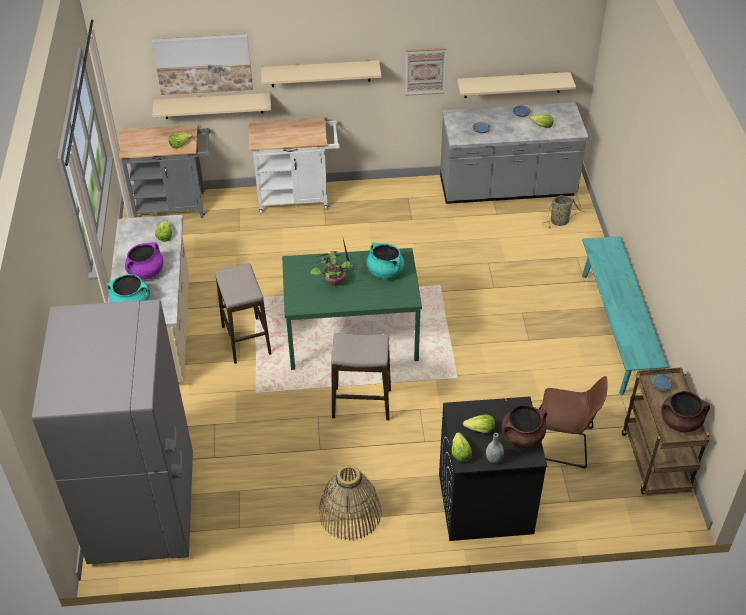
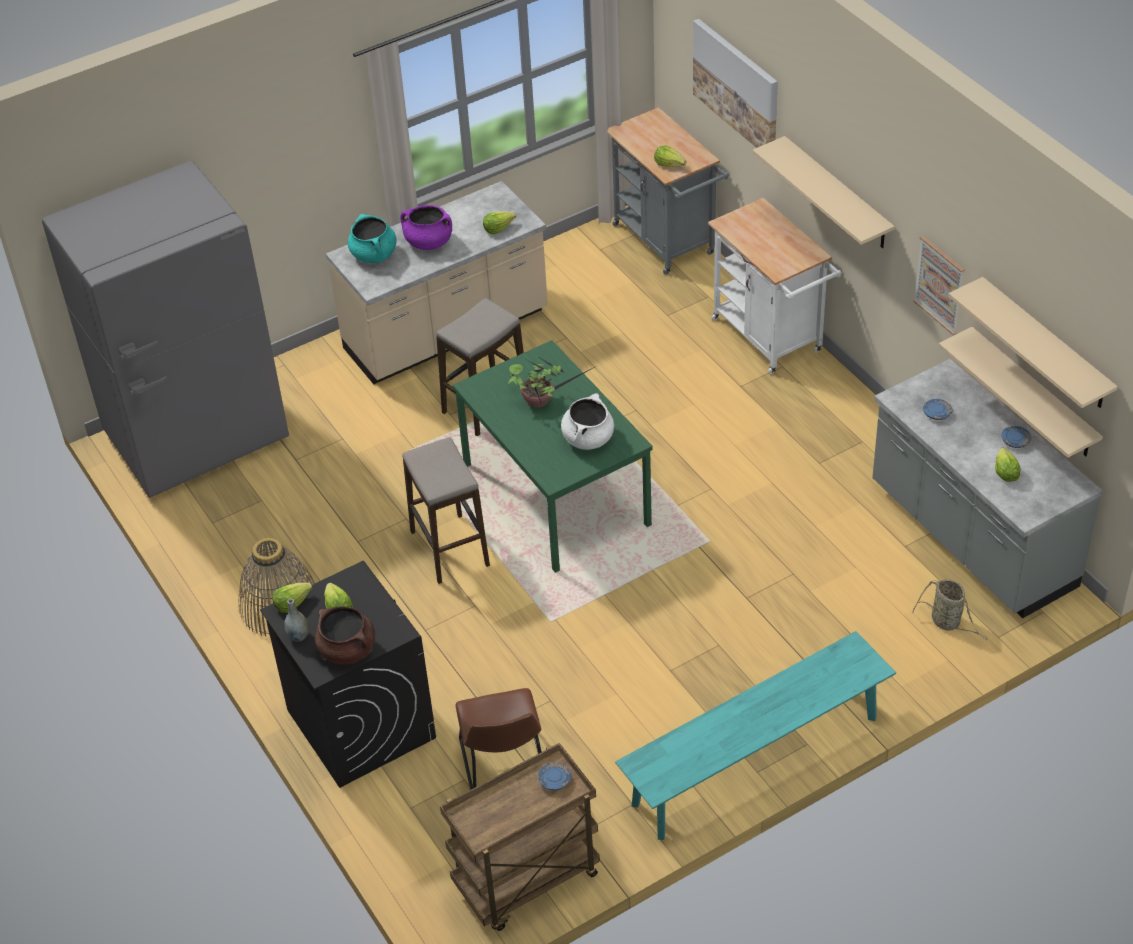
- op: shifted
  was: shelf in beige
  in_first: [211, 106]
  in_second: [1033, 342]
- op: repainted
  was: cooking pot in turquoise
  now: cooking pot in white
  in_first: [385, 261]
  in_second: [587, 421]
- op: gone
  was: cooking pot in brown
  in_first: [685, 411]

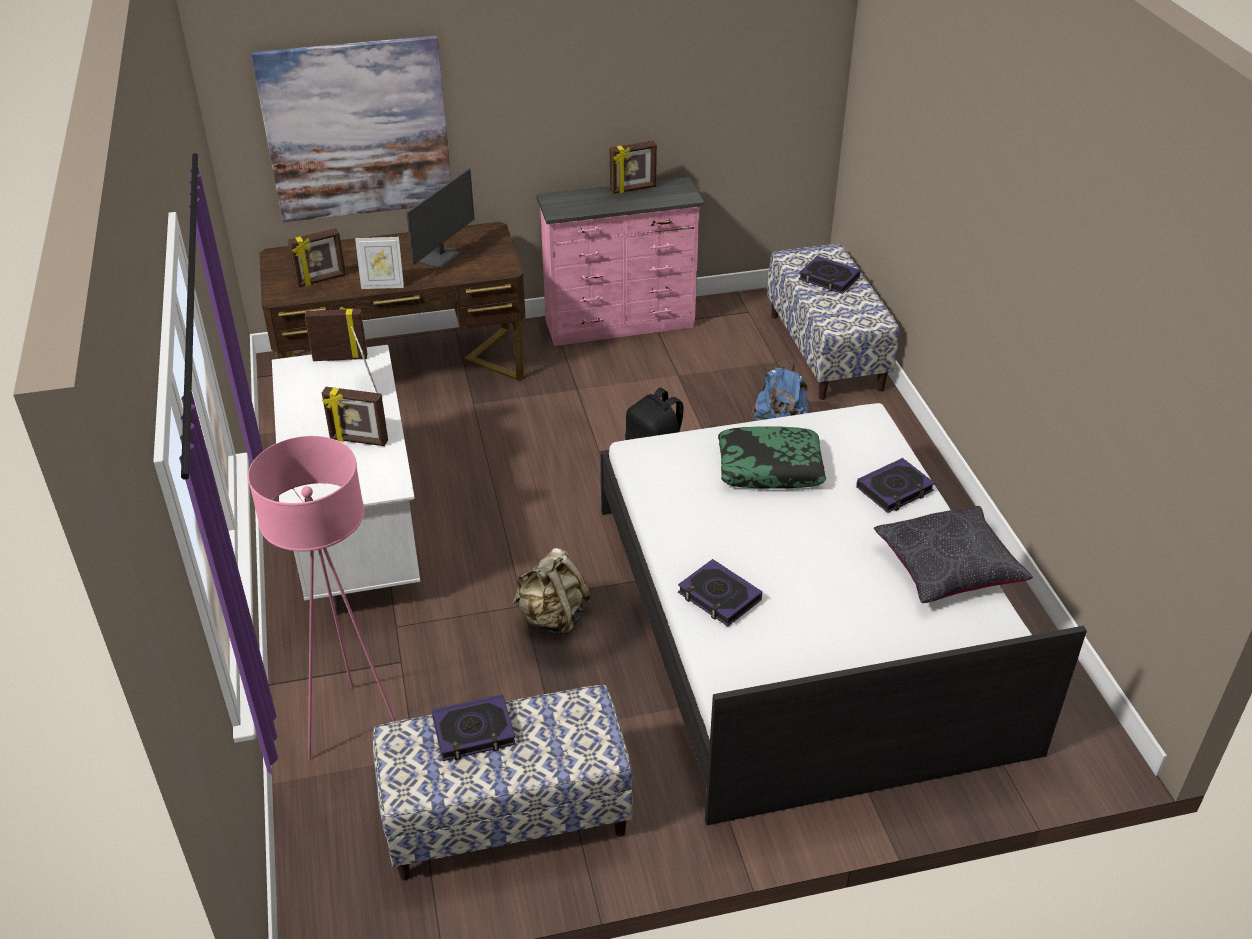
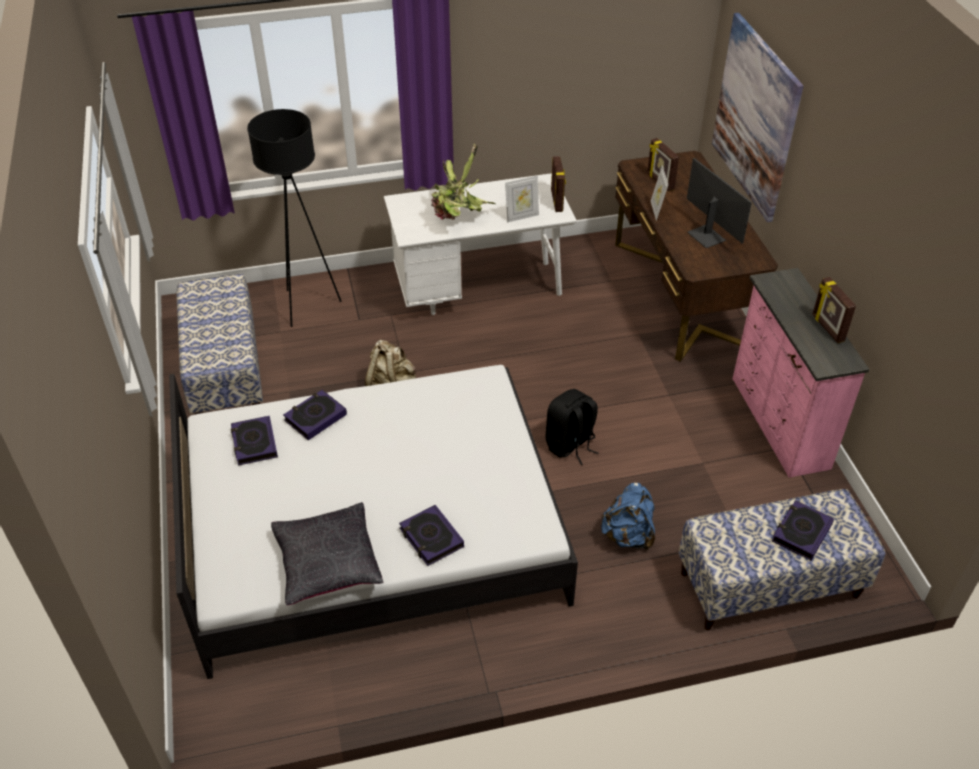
- op: rotated
  was: monitor
  in_first: [440, 219]
  in_second: [719, 203]
  clockwise: -150
- op: swapped
  was: picture frame
  now: potted plant
  in_first: [355, 416]
  in_second: [463, 181]
- op: gone
  was: pillow
  in_first: [772, 457]
- op: repainted
  was: floor lamp in pink
  now: floor lamp in black
  in_first: [322, 598]
  in_second: [294, 218]
- op: shifted
  was: book
  in_first: [474, 727]
  in_second: [254, 441]

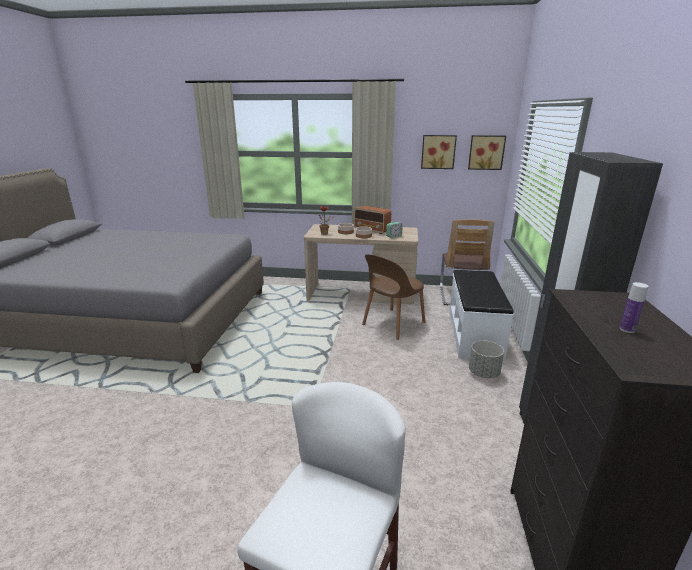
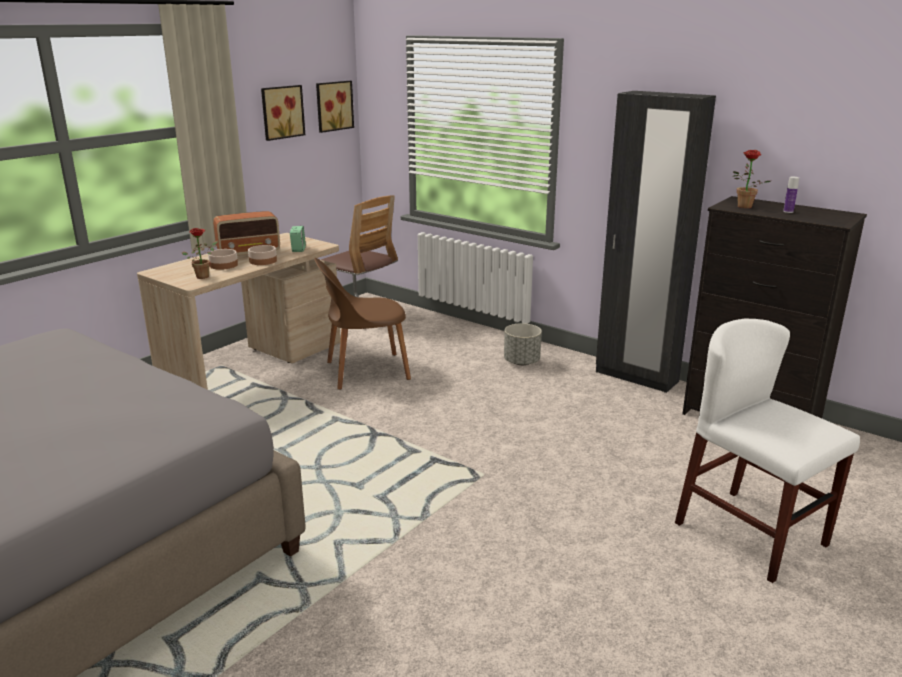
- op: rotated
  was: chair in brown
  in_first: [393, 297]
  in_second: [362, 324]
  clockwise: 90
- op: gone
  was: bench in white
  in_first: [481, 316]
- op: new
  now: potted plant
  in_second: [752, 179]

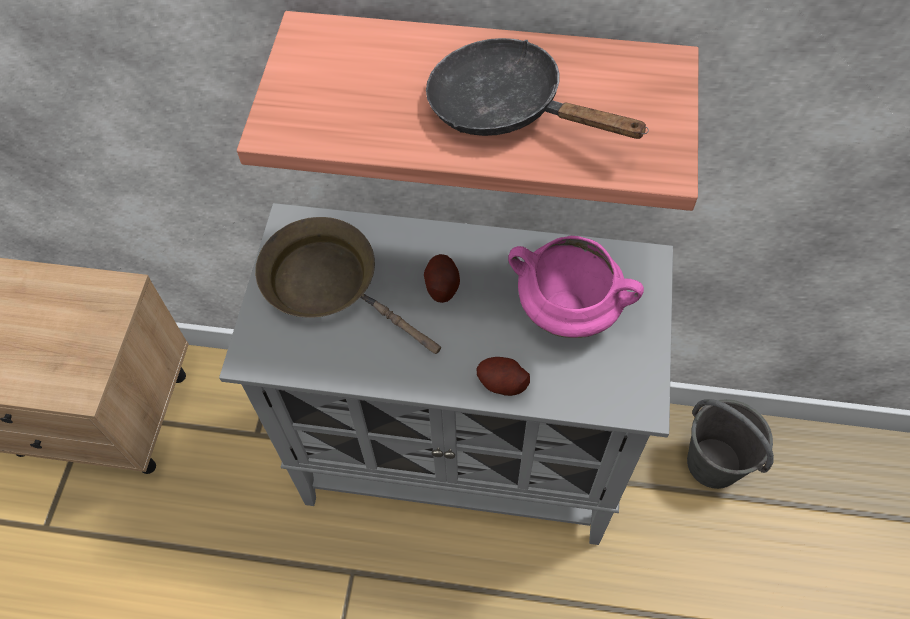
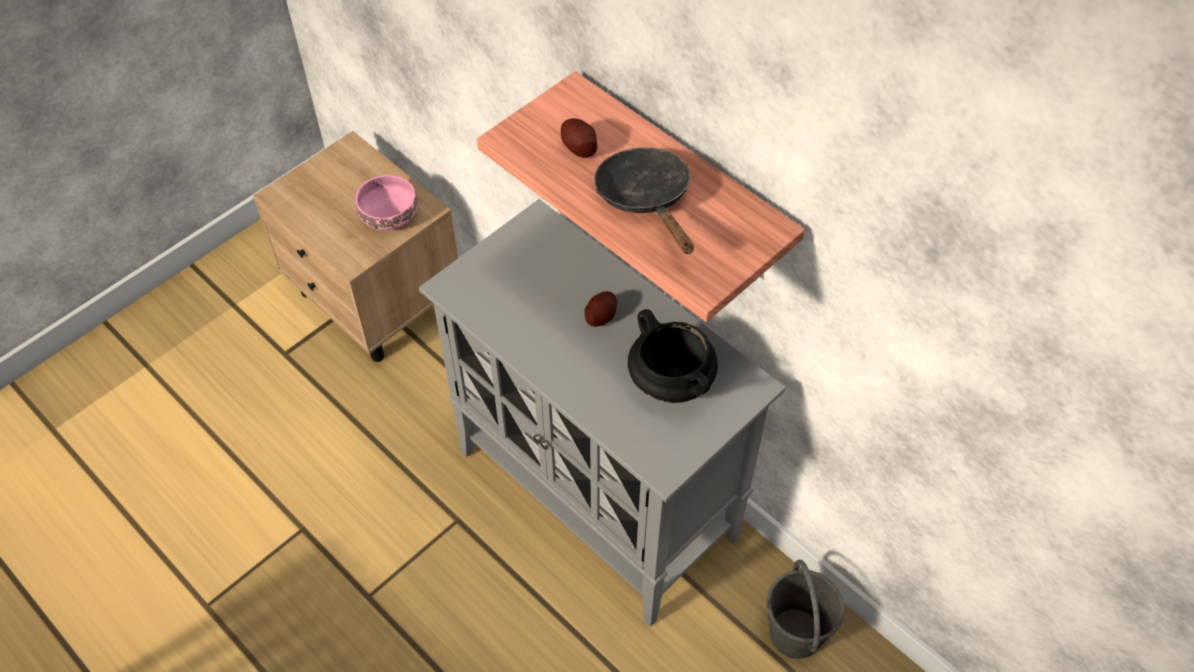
- op: gone
  was: frying pan in brown
  in_first: [348, 285]
- op: repainted
  was: cooking pot in pink
  now: cooking pot in black
  in_first: [576, 287]
  in_second: [673, 356]
- op: shifted
  was: potato
  in_first: [503, 376]
  in_second: [579, 138]
- op: new
  now: bowl in pink
  in_second: [387, 202]

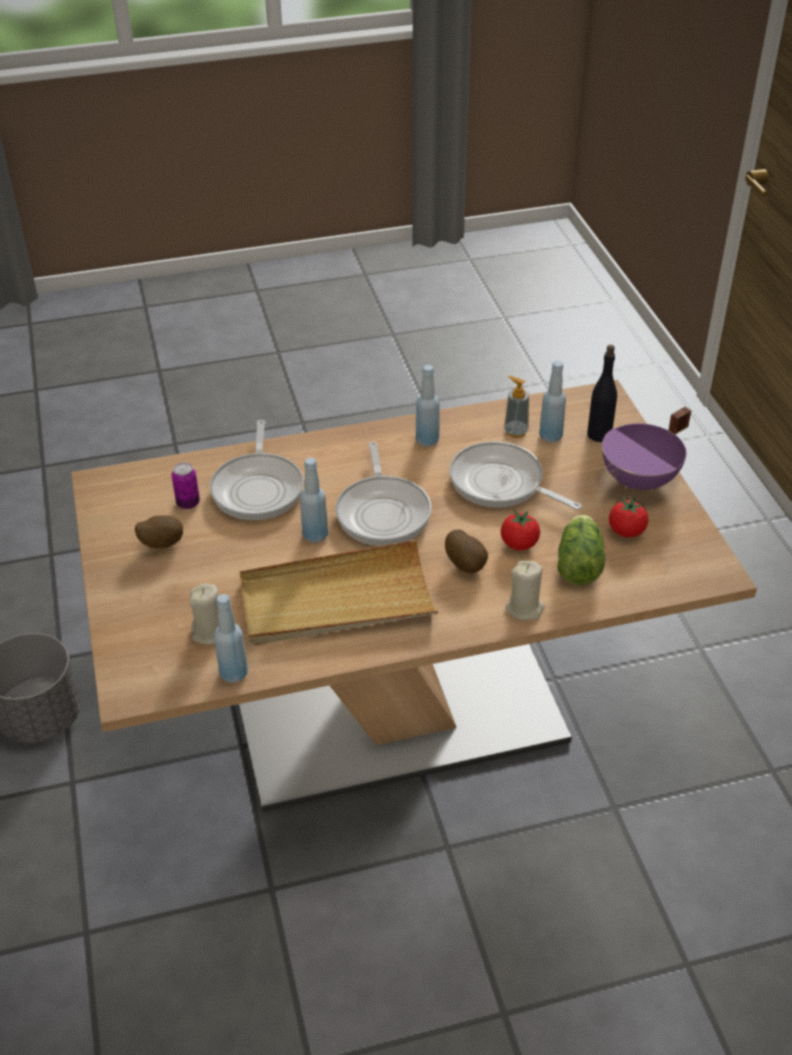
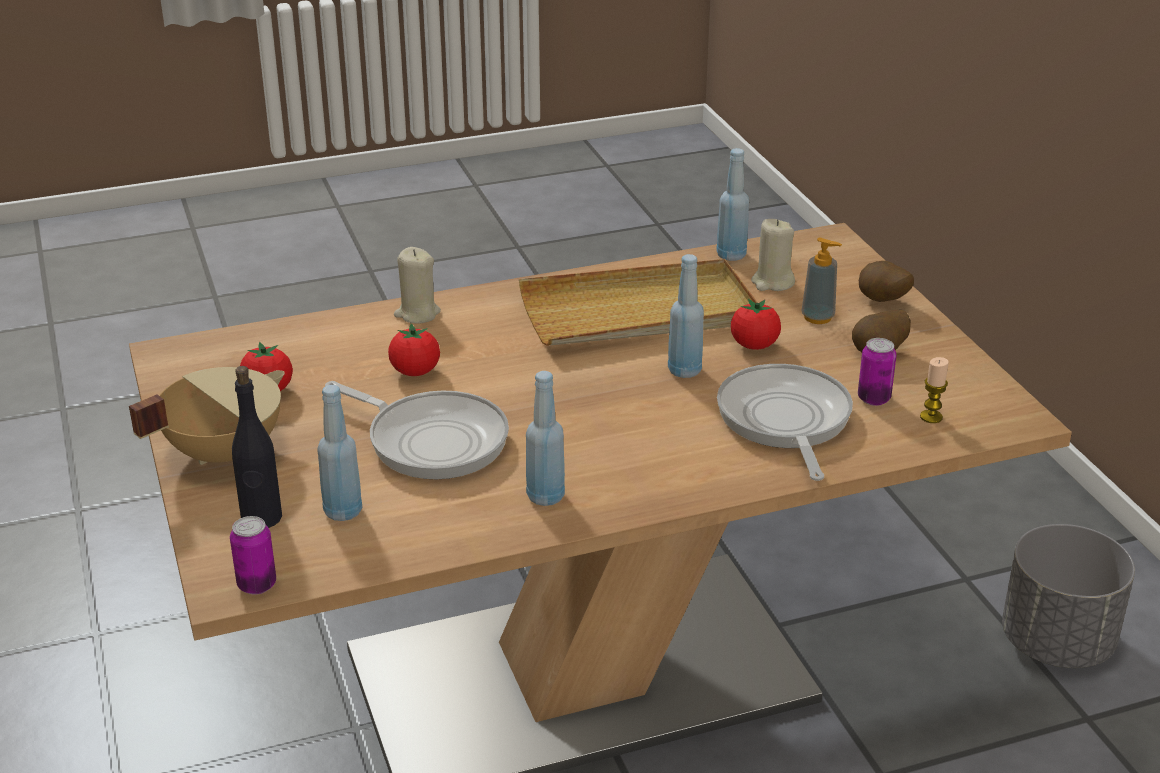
- op: shifted
  was: soap dispenser
  in_first: [516, 407]
  in_second: [821, 280]
- op: repainted
  was: cooking pot in purple
  now: cooking pot in beige
  in_first: [646, 449]
  in_second: [207, 416]
- op: gone
  was: frying pan
  in_first: [383, 494]
- op: gone
  was: lettuce
  in_first: [581, 550]
- op: shifted
  was: potato
  in_first: [466, 551]
  in_second: [886, 281]
- op: new
  now: tomato
  in_second: [756, 324]
- op: new
  now: candle
  in_second: [934, 390]
- op: new
  now: can
  in_second: [253, 555]

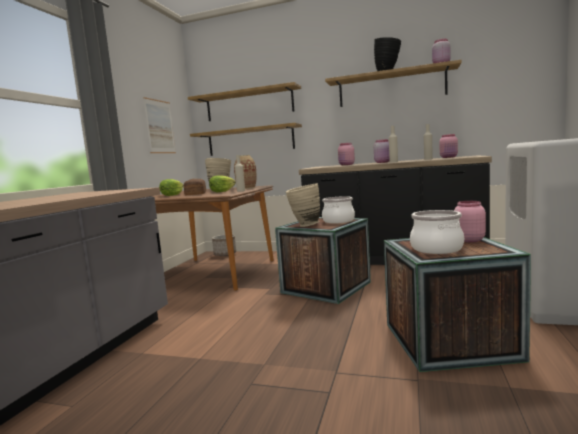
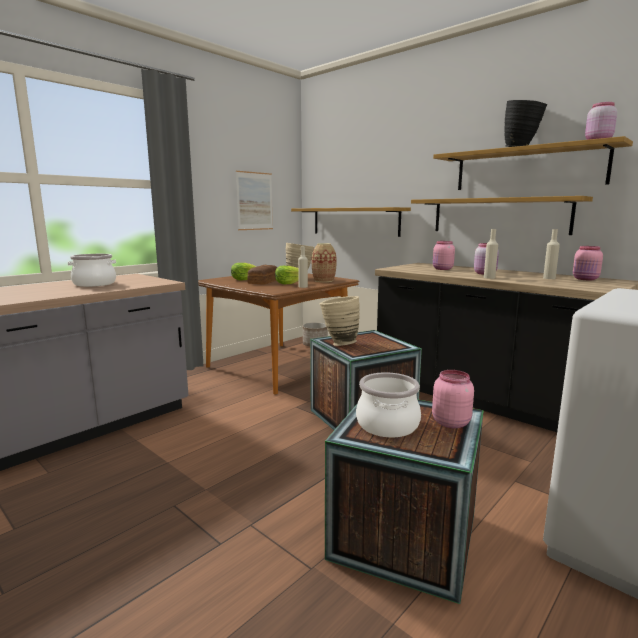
- op: shifted
  was: shelf
  in_first: [244, 101]
  in_second: [502, 215]
- op: shifted
  was: cooking pot
  in_first: [338, 210]
  in_second: [92, 270]

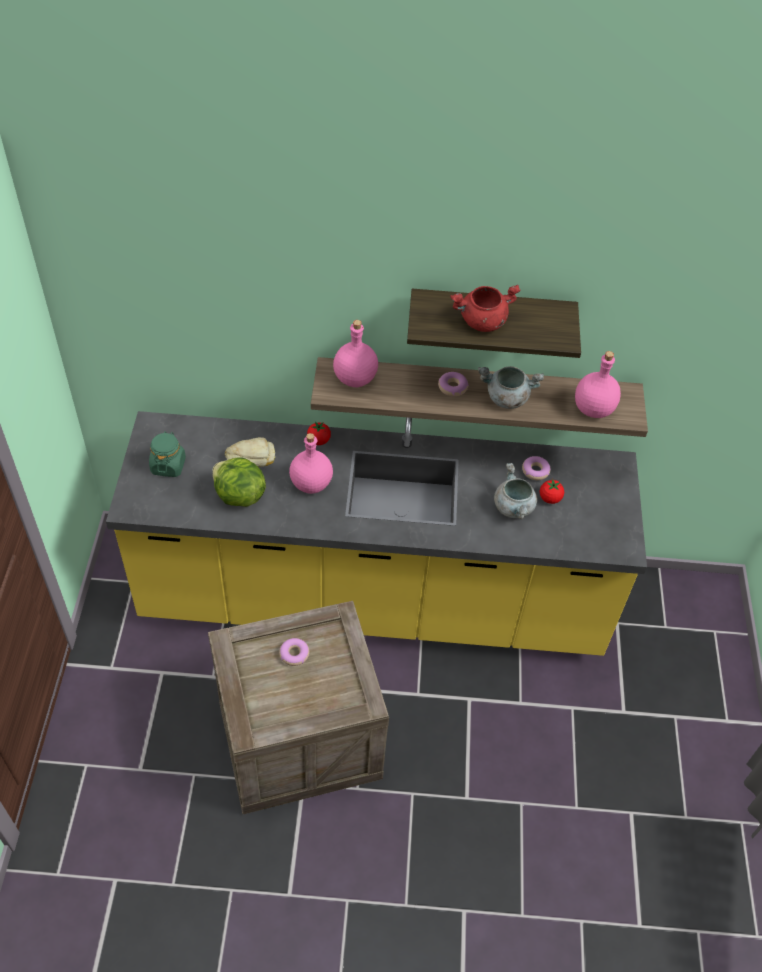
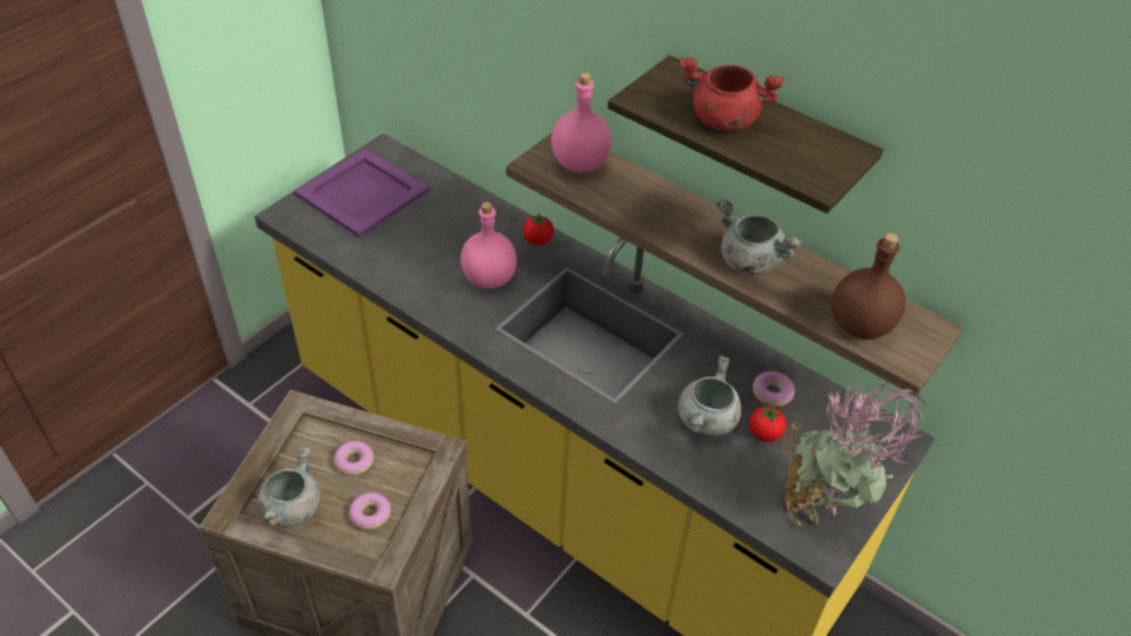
- op: repainted
  was: bottle in pink
  now: bottle in brown
  in_first: [598, 384]
  in_second: [868, 286]
- op: shifted
  was: donut
  in_first: [453, 384]
  in_second: [370, 511]
- op: swapped
  was: jar in green
  now: tray in purple
  in_first: [167, 454]
  in_second: [362, 193]
- op: gone
  was: bread
  in_first: [250, 452]
- op: gone
  was: lettuce
  in_first: [239, 482]
- op: new
  now: potted plant
  in_second: [854, 452]
- op: new
  now: cooking pot in grey
  in_second: [289, 486]

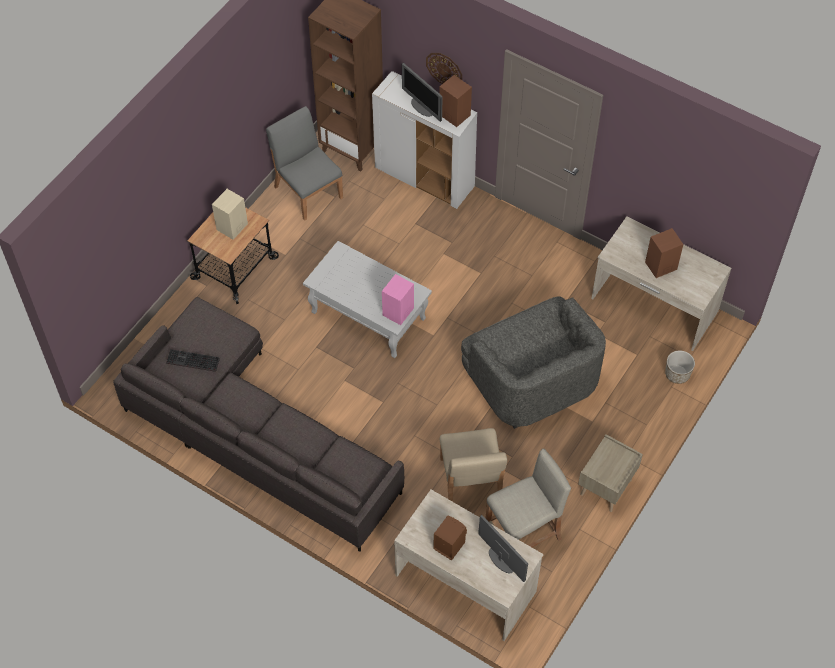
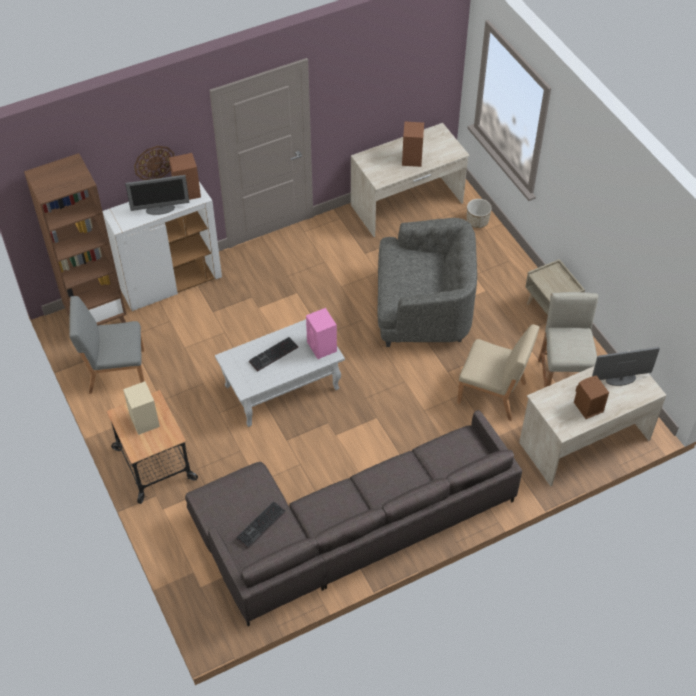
- op: new
  now: keyboard
  in_second: [273, 354]

